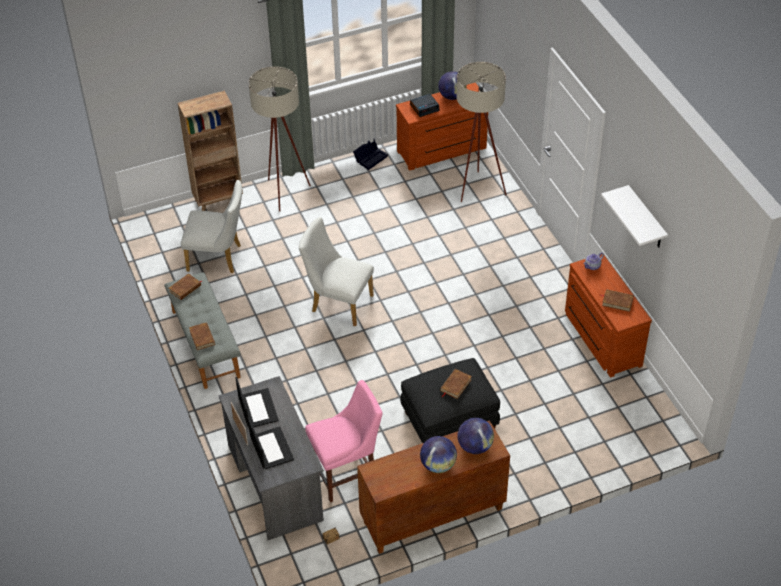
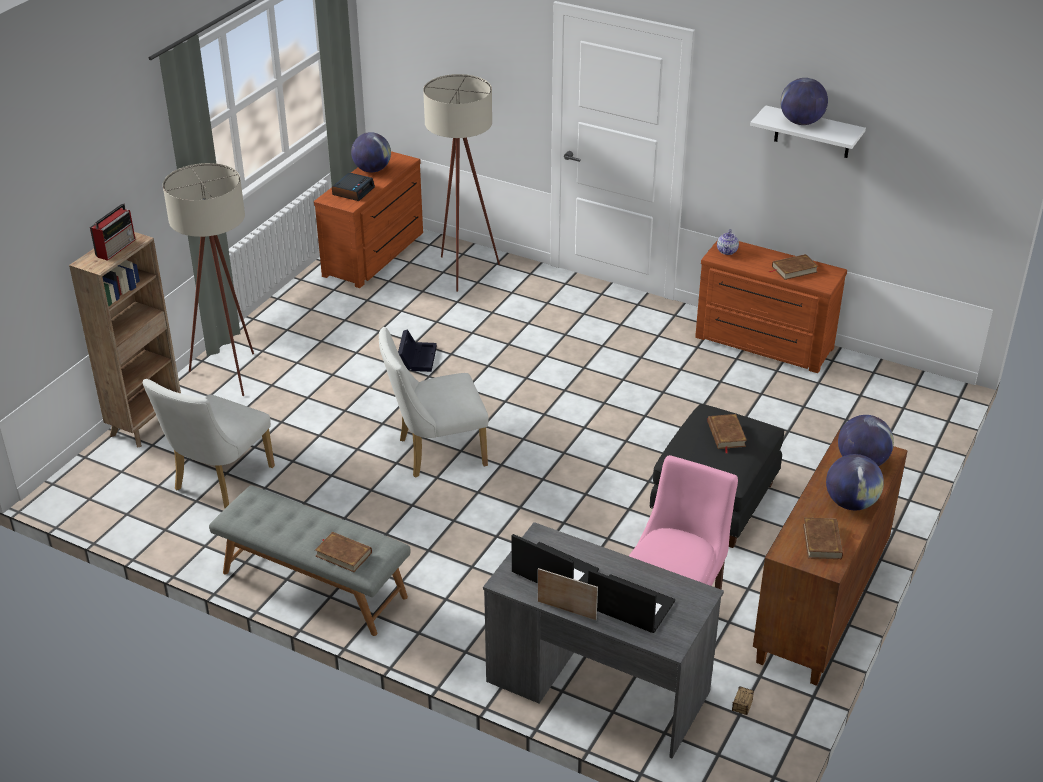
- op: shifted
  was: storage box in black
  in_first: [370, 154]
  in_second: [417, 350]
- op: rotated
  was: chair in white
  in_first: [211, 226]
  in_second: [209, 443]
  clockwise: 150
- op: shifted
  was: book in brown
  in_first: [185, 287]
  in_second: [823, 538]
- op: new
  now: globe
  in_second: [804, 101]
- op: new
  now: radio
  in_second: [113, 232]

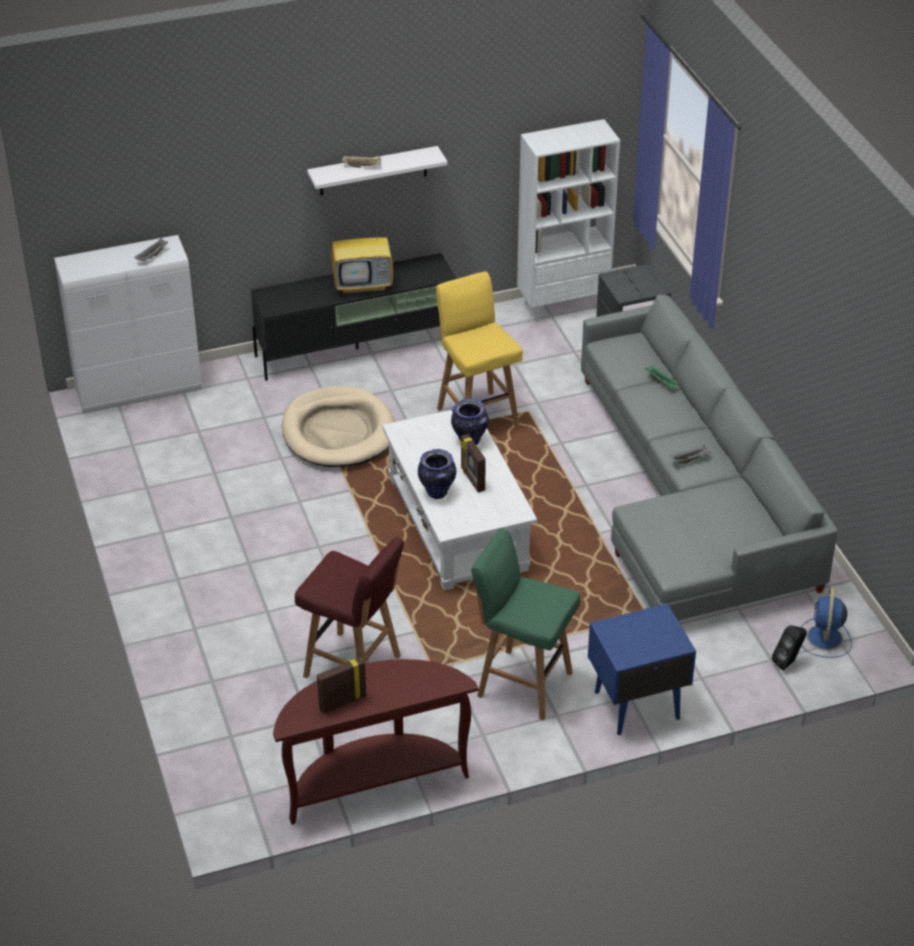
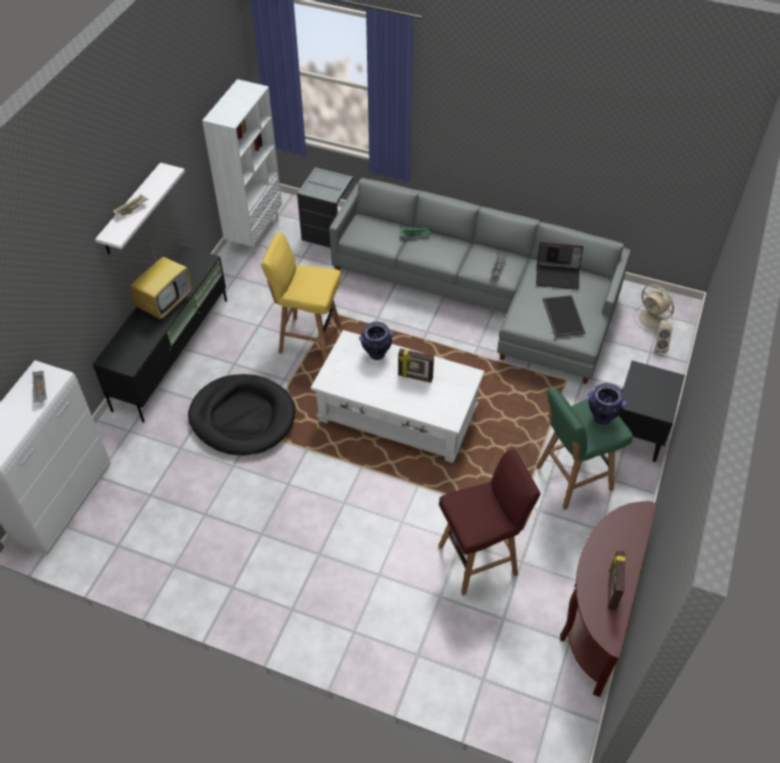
- op: repainted
  was: dog bed in beige
  now: dog bed in black
  in_first: [338, 426]
  in_second: [241, 415]
- op: shifted
  was: vase
  in_first: [437, 474]
  in_second: [607, 404]
- op: repainted
  was: fan in blue
  now: fan in beige
  in_first: [826, 622]
  in_second: [653, 308]
- op: repainted
  was: nightstand in blue
  now: nightstand in black
  in_first: [642, 669]
  in_second: [652, 411]
- op: repainted
  was: speaker in black
  now: speaker in beige
  in_first: [789, 647]
  in_second: [663, 336]
- op: new
  now: laptop
  in_second: [559, 266]
- op: new
  now: tray
  in_second: [564, 316]

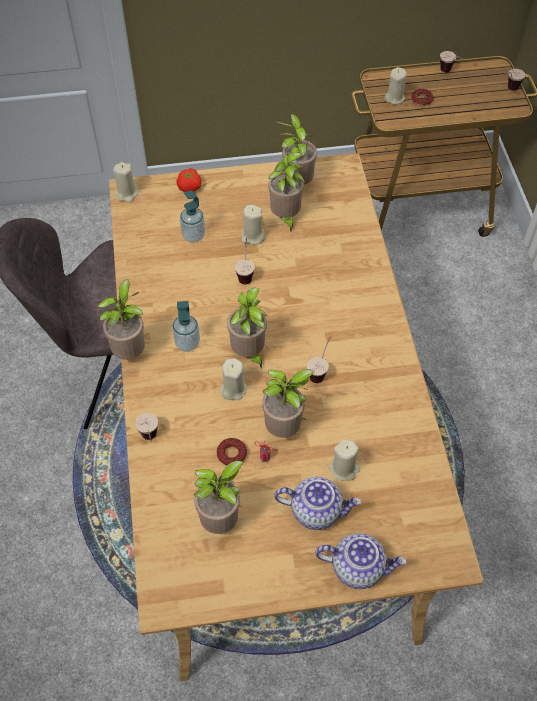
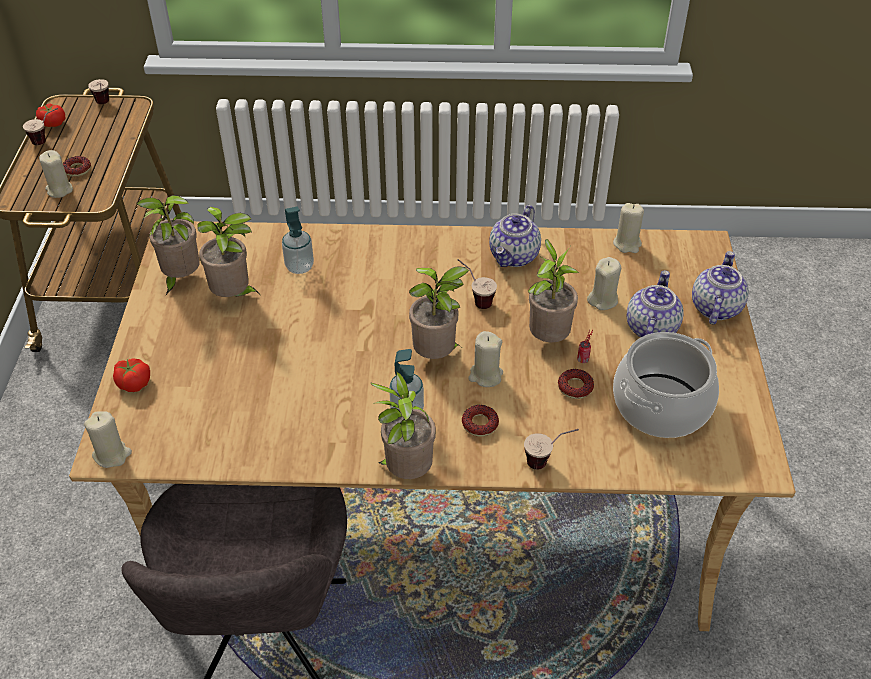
- op: shifted
  was: soap dispenser
  in_first: [192, 216]
  in_second: [298, 240]
- op: shifted
  was: candle in beige
  in_first: [253, 225]
  in_second: [628, 228]
- op: gone
  was: cup
  in_first: [245, 260]
- op: swapped
  was: potted plant
  now: cooking pot
  in_first: [219, 497]
  in_second: [666, 385]
- op: new
  now: tomato
  in_second: [51, 115]
- op: new
  now: teapot
  in_second: [515, 236]
- op: new
  now: donut
  in_second: [480, 421]

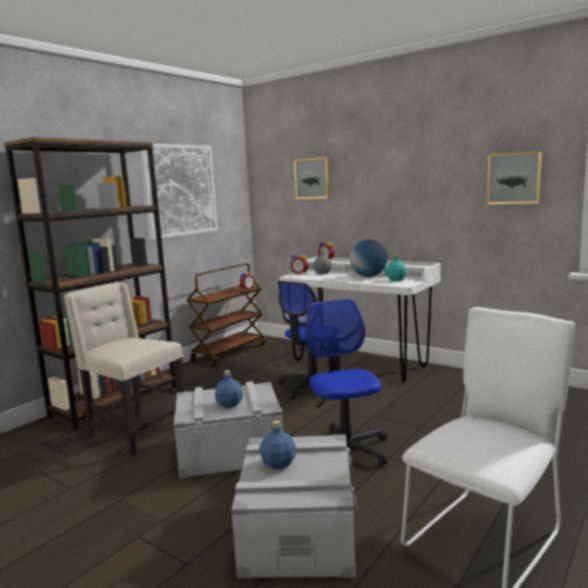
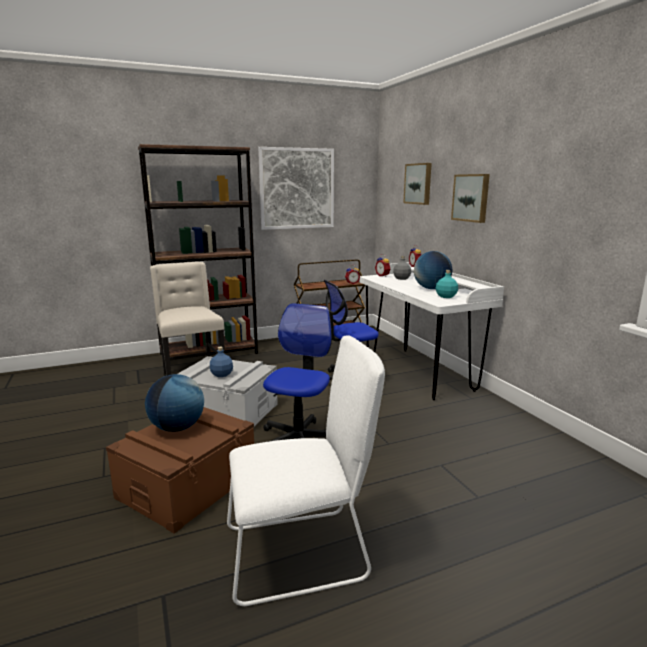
- op: shifted
  was: picture
  in_first: [515, 177]
  in_second: [470, 198]
- op: swapped
  was: bottle in blue
  now: globe
  in_first: [277, 444]
  in_second: [174, 403]
- op: repainted
  was: storage box in grey
  now: storage box in brown
  in_first: [294, 506]
  in_second: [180, 470]

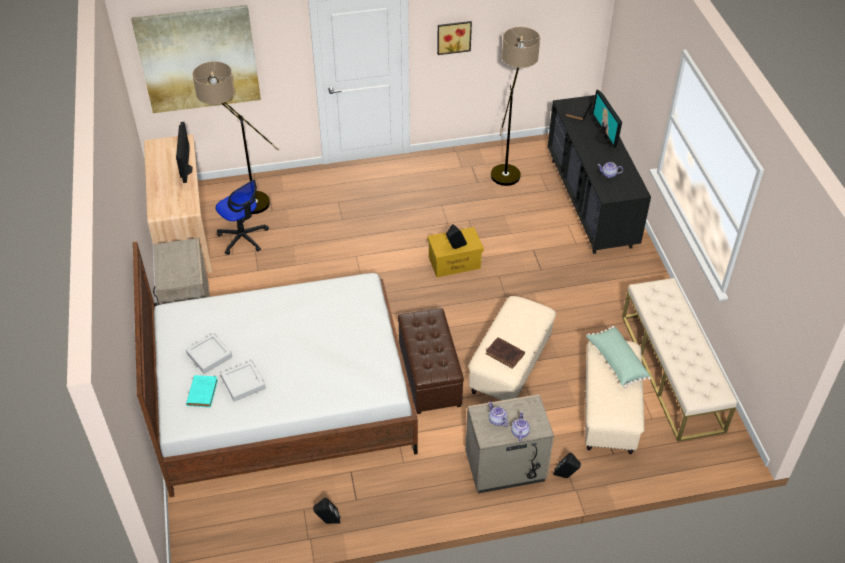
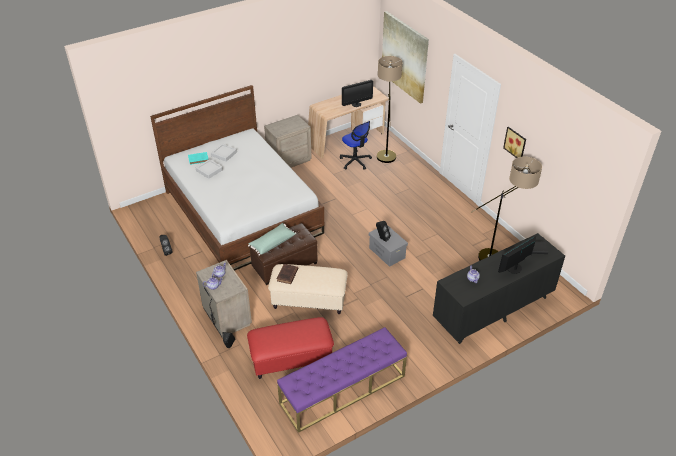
- op: rotated
  was: office chair
  in_first: [242, 217]
  in_second: [356, 145]
  clockwise: -60
- op: repainted
  was: storage box in yellow
  now: storage box in grey
  in_first: [455, 252]
  in_second: [388, 246]
- op: repainted
  was: bench in beige
  now: bench in purple
  in_first: [680, 360]
  in_second: [342, 380]
- op: shifted
  was: pillow in green
  in_first: [618, 357]
  in_second: [272, 239]
- op: repainted
  was: ottoman in beige
  now: ottoman in red
  in_first: [614, 397]
  in_second: [290, 348]

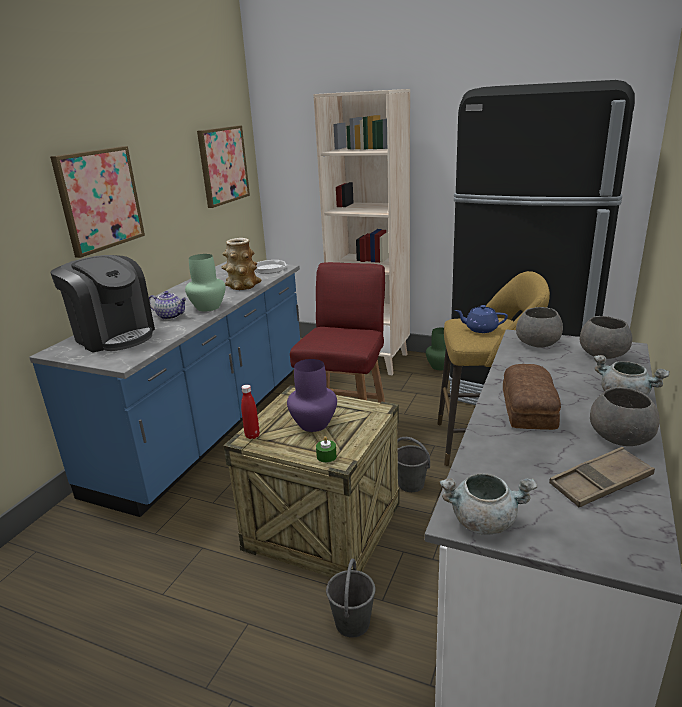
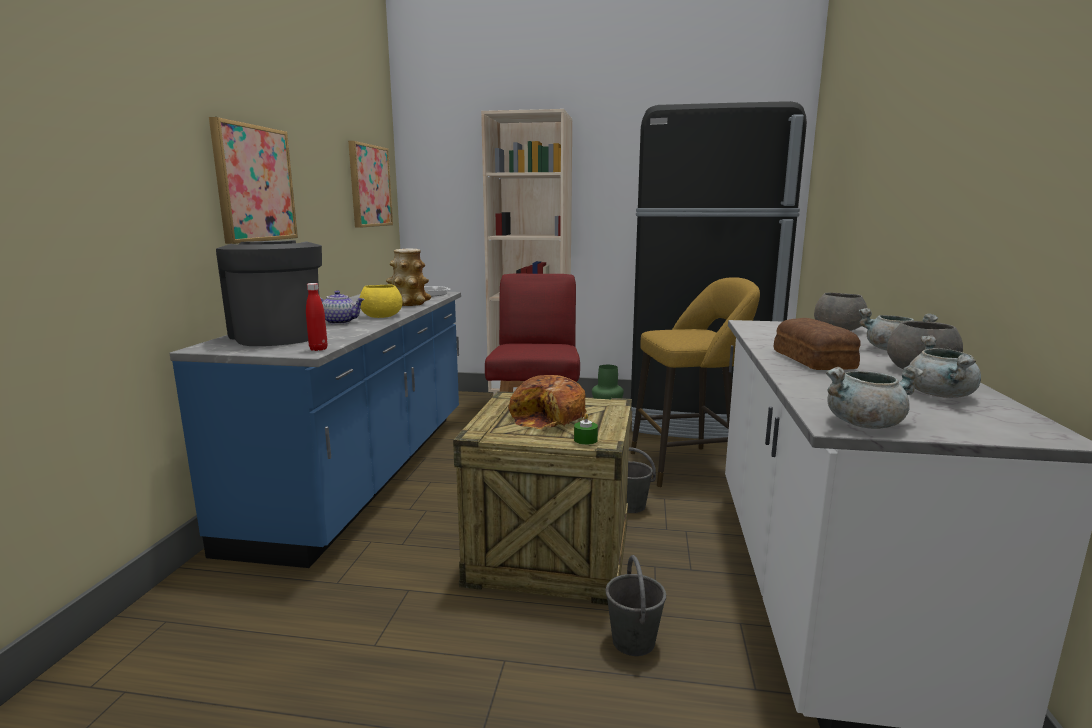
- op: swapped
  was: vase in green
  now: bowl in yellow
  in_first: [205, 282]
  in_second: [381, 301]
- op: rotated
  was: coffee machine
  in_first: [102, 303]
  in_second: [269, 293]
  clockwise: -150
- op: gone
  was: teapot in blue
  in_first: [481, 319]
- op: gone
  was: bowl in grey
  in_first: [539, 327]
- op: swapped
  was: vase in purple
  now: bread
  in_first: [312, 395]
  in_second: [547, 402]
- op: shifted
  was: bottle in red
  in_first: [250, 412]
  in_second: [317, 317]
- op: swapped
  was: tray in brown
  now: cooking pot in grey
  in_first: [602, 477]
  in_second: [945, 367]

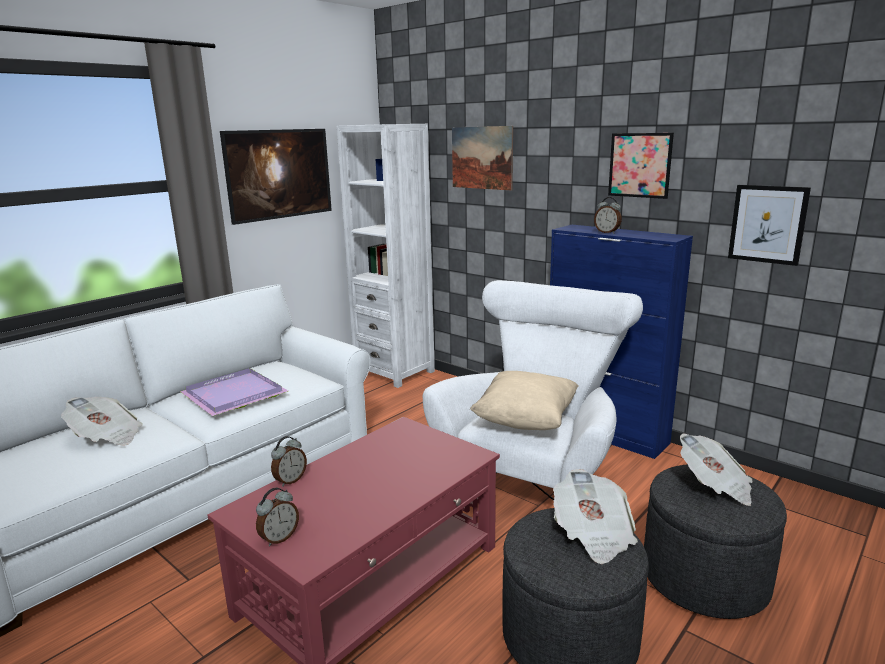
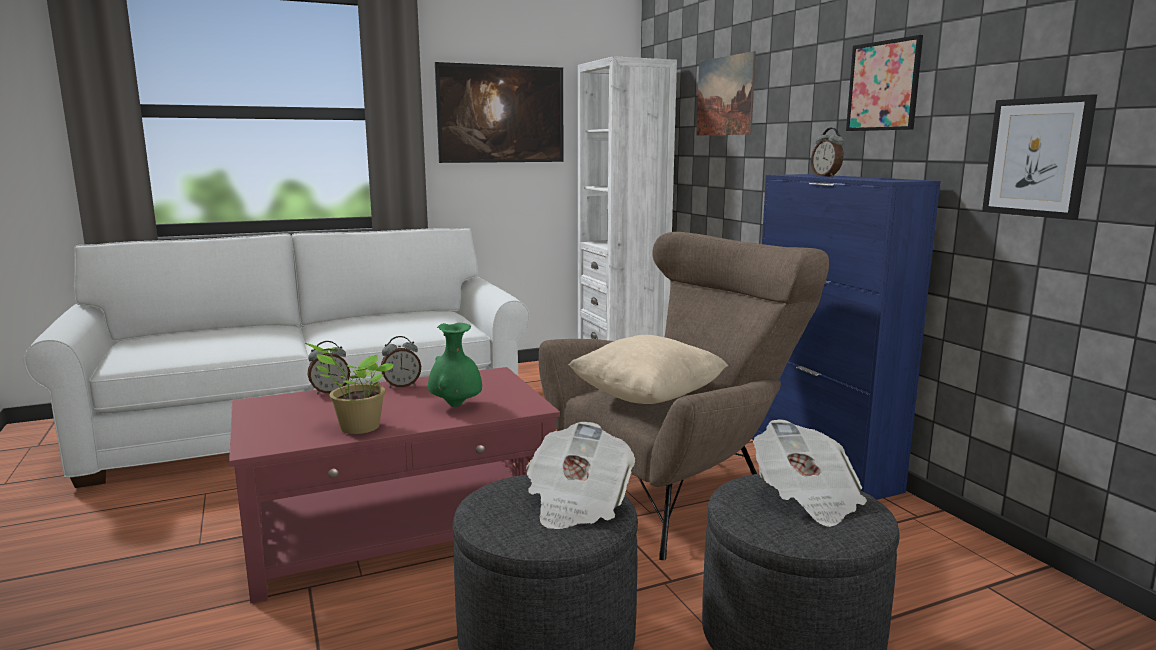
- op: repainted
  was: armchair in white
  now: armchair in brown
  in_first: [533, 390]
  in_second: [684, 396]
- op: gone
  was: tray in purple
  in_first: [234, 392]
- op: gone
  was: newspaper
  in_first: [102, 421]
- op: shifted
  was: alarm clock
  in_first: [277, 517]
  in_second: [401, 362]
- op: new
  now: vase in green
  in_second: [455, 365]
- op: new
  now: potted plant
  in_second: [349, 388]

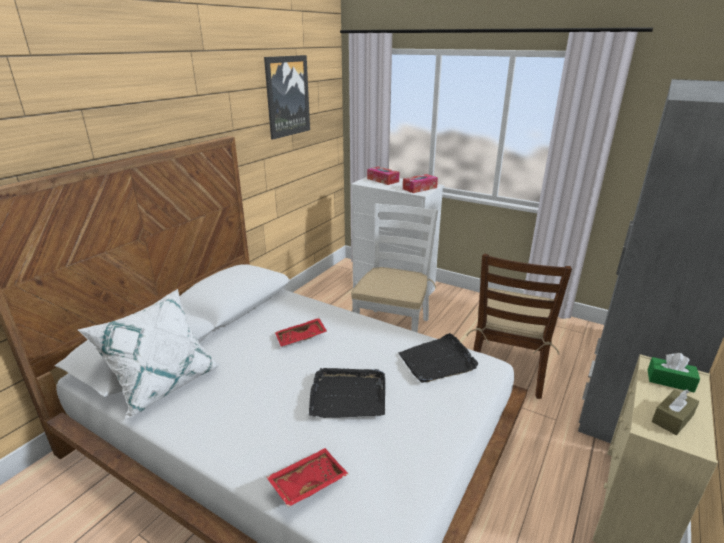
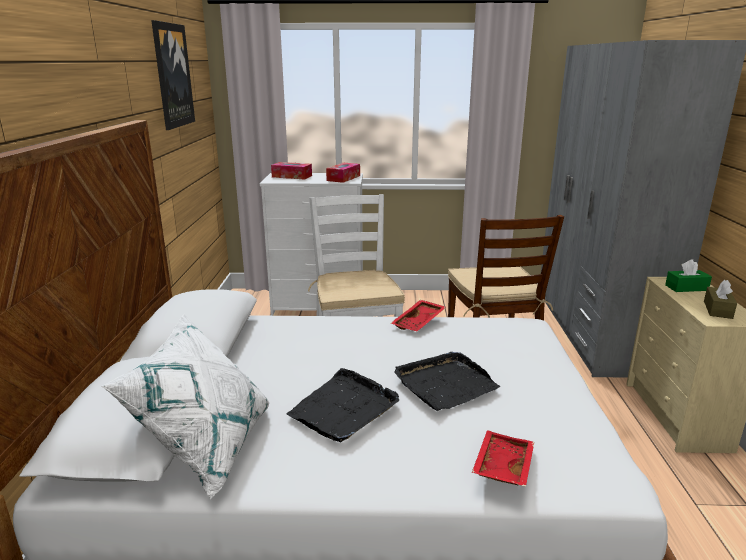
- op: shifted
  was: tray in red
  in_first: [301, 332]
  in_second: [418, 315]
- op: shifted
  was: tray in black
  in_first: [438, 358]
  in_second: [342, 405]

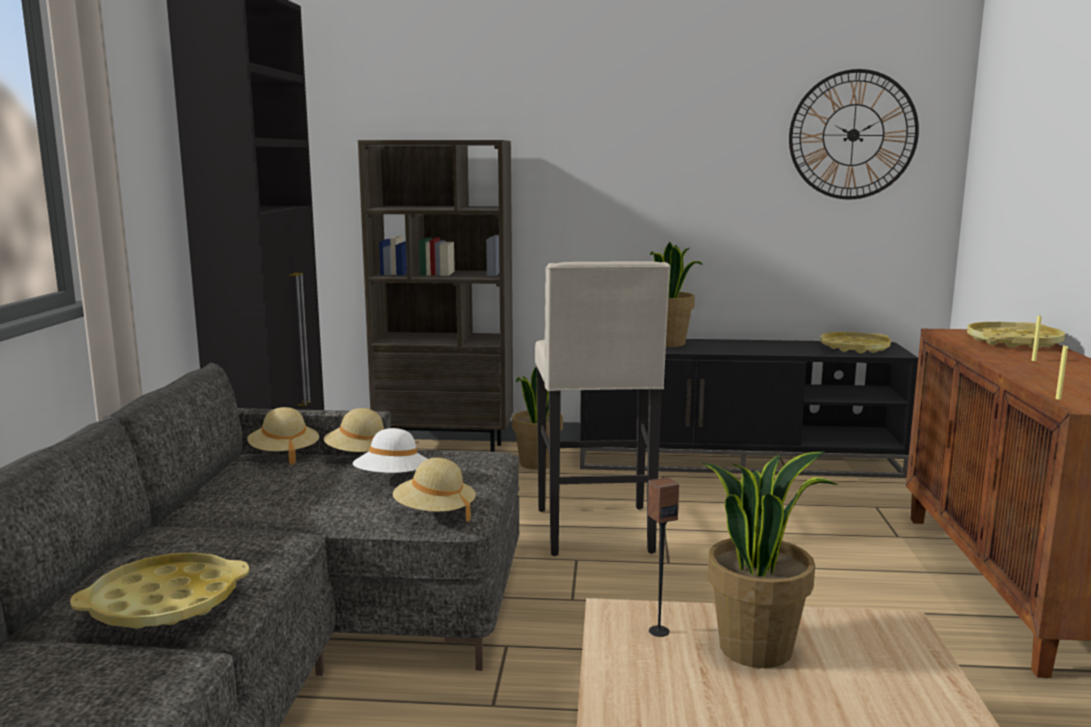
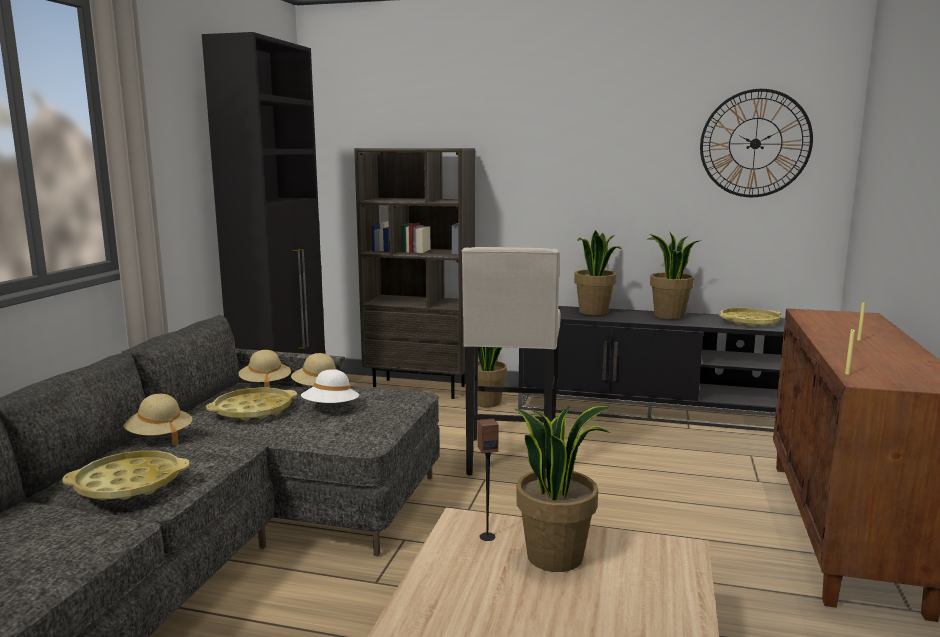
- op: shifted
  was: tray in yellow
  in_first: [1016, 335]
  in_second: [251, 403]
- op: shifted
  was: hat in beige
  in_first: [434, 489]
  in_second: [157, 419]
- op: new
  now: potted plant
  in_second: [674, 276]

